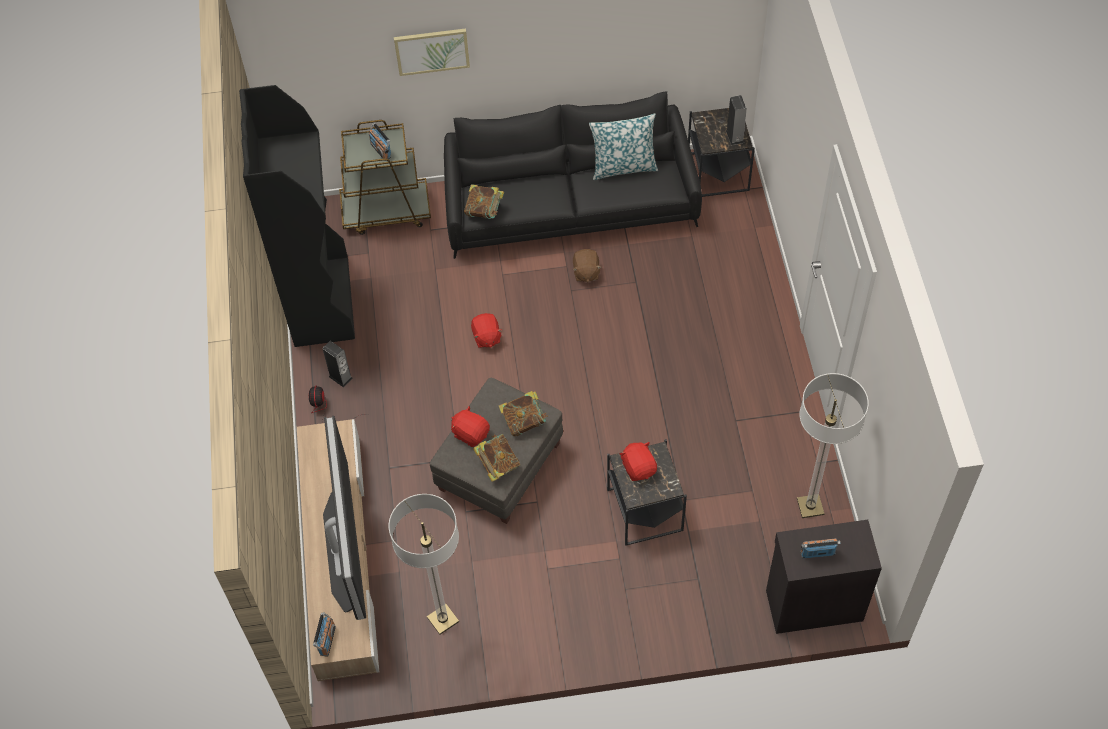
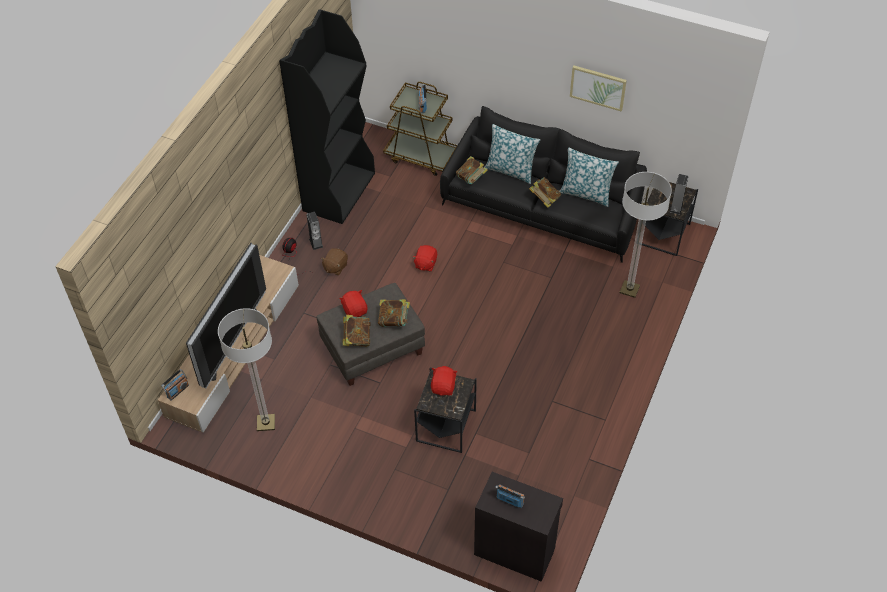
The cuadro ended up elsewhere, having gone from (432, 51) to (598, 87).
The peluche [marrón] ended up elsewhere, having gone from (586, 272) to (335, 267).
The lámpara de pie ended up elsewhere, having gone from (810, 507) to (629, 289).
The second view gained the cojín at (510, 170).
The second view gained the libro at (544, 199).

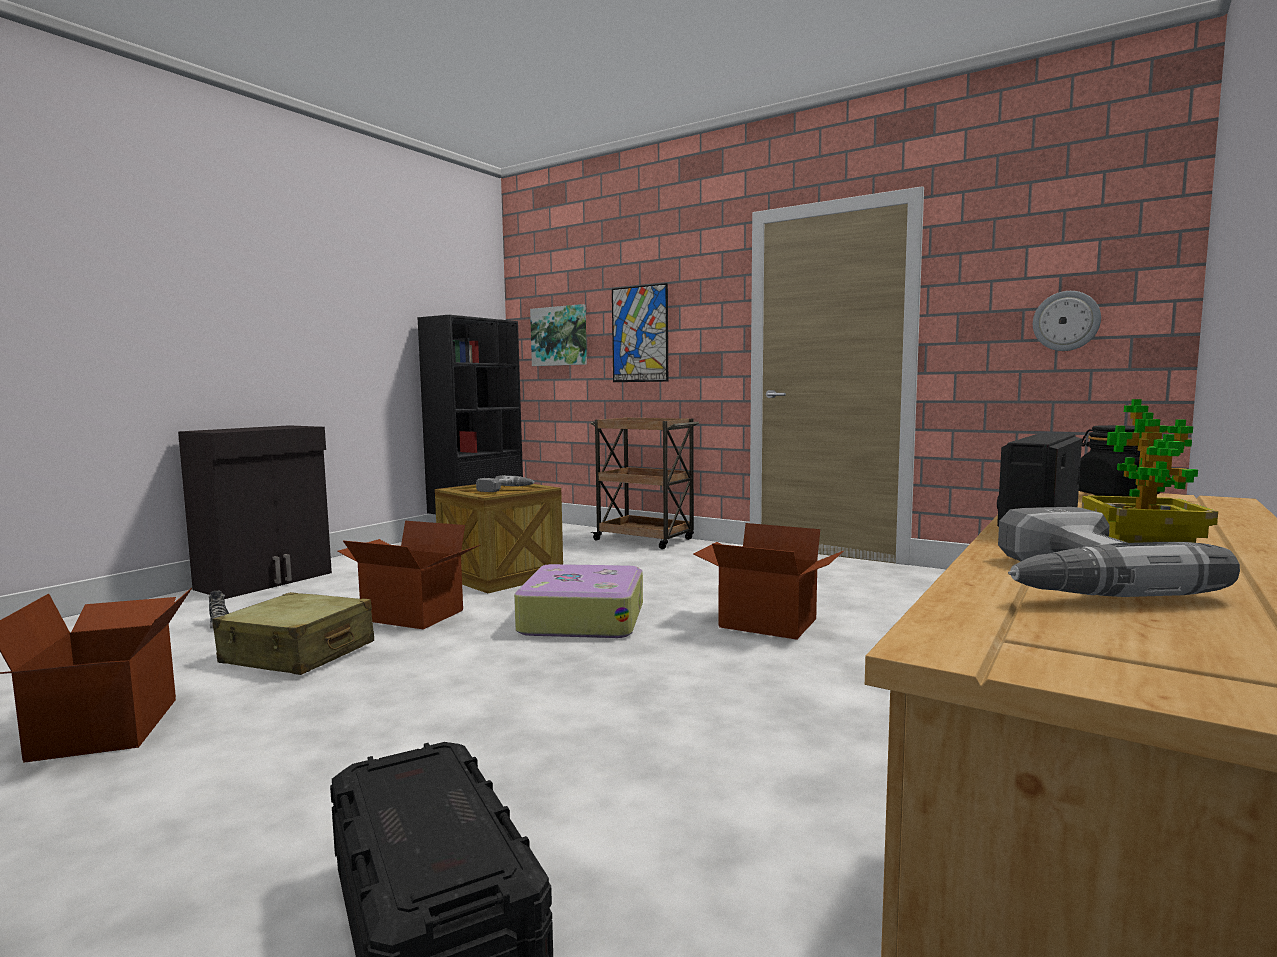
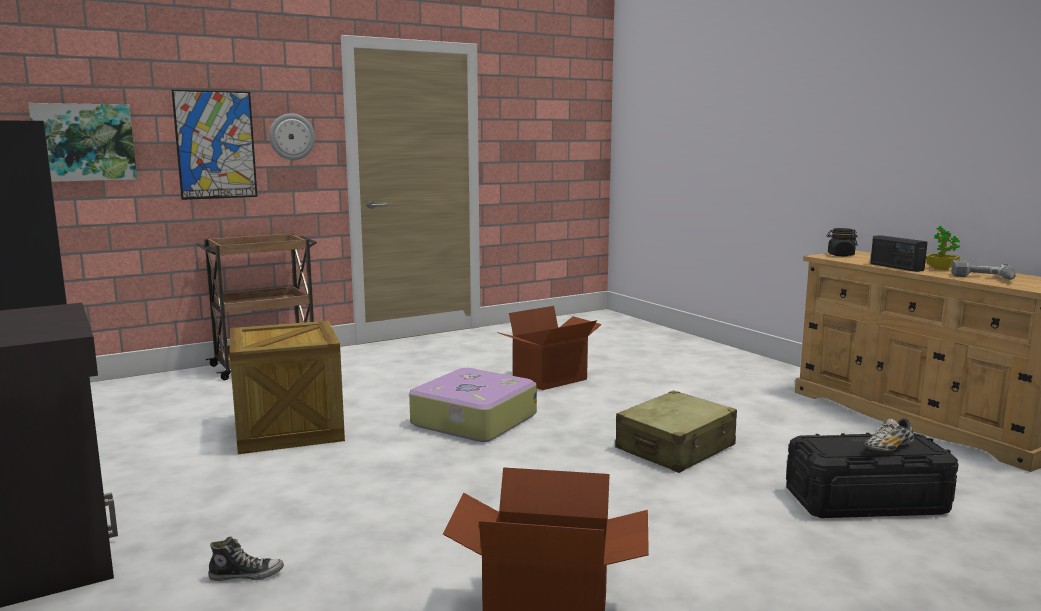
The reloj de pared ended up elsewhere, having gone from (1066, 321) to (291, 136).
The second view lost the taladro at (505, 489).
The second view lost the caja de cartón at (411, 616).
The maleta [beis] ended up elsewhere, having gone from (298, 654) to (675, 448).
The second view gained the zapato at (888, 448).

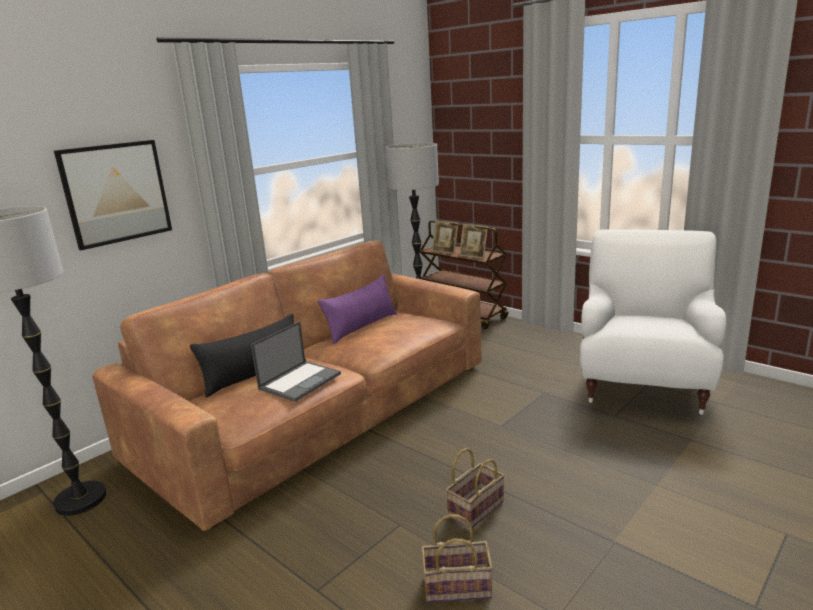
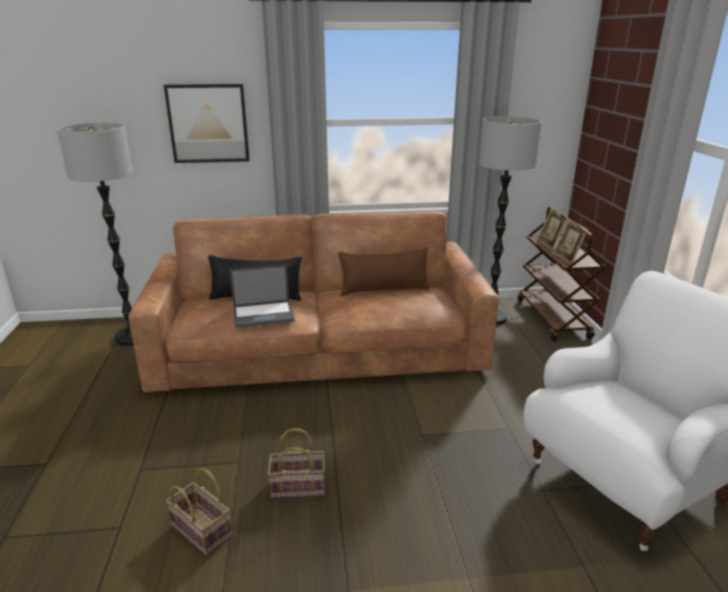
What was the cojín [morado] at (361, 327) turned into the cojín [marrón] at (384, 290).

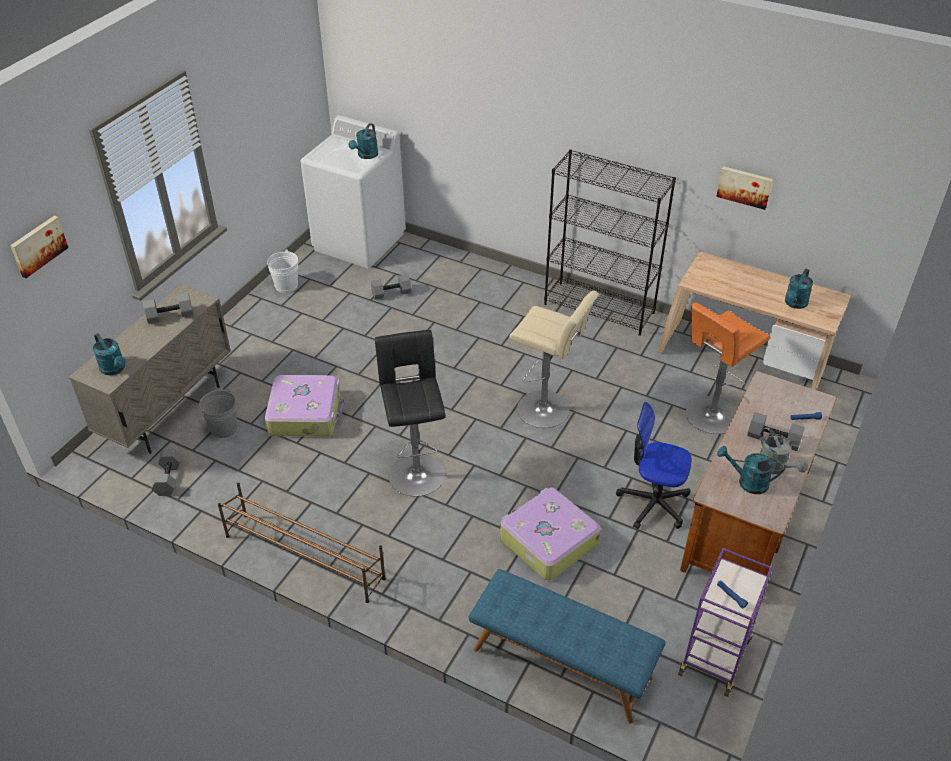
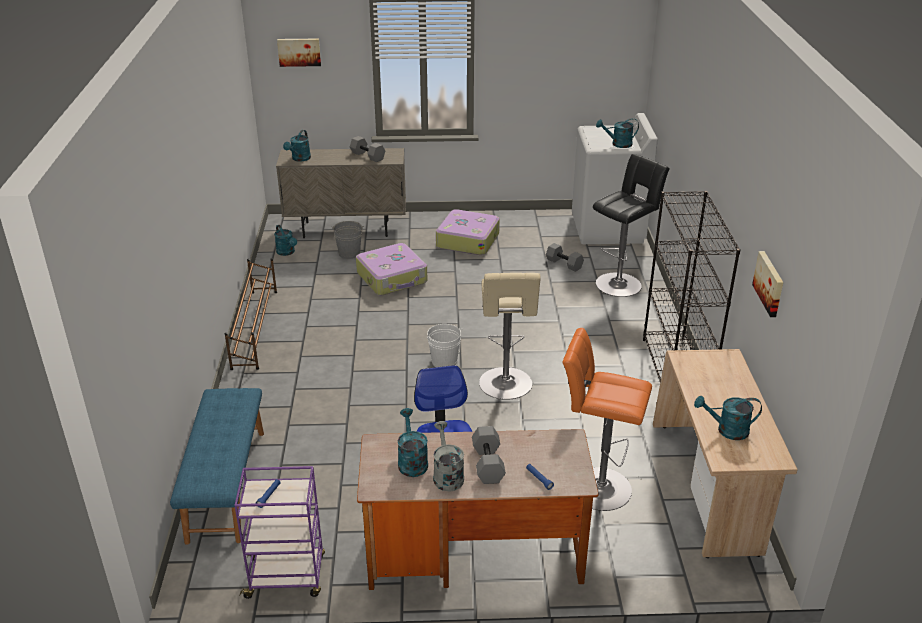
The cubo [blanco] ended up elsewhere, having gone from (286, 286) to (444, 361).
The taburete [negro] ended up elsewhere, having gone from (415, 471) to (620, 283).
The regadera [gris] at (775, 468) ended up facing another way, 135 degrees clockwise from before.
Where the mancuerna [gris] stood at (168, 478), the regadera [turquesa] came to stand at (287, 252).
The maleta ended up elsewhere, having gone from (547, 541) to (467, 240).

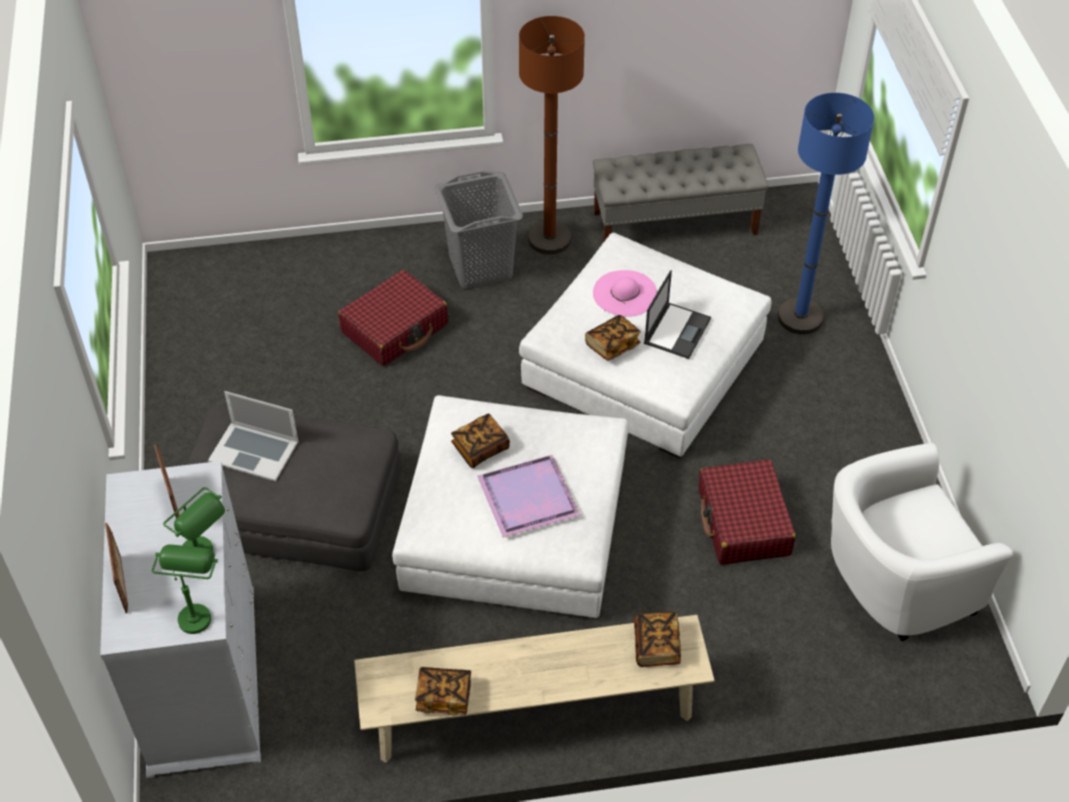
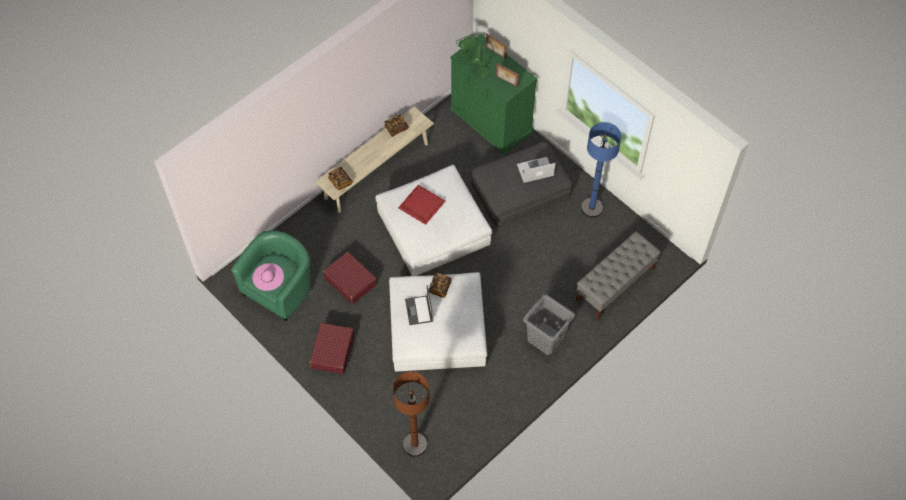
The lámpara de pie [marrón] ended up elsewhere, having gone from (549, 239) to (415, 445).
The lámpara de pie [azul] ended up elsewhere, having gone from (800, 317) to (591, 208).
The banco [gris] ended up elsewhere, having gone from (675, 223) to (615, 285).
The maleta [rojo] ended up elsewhere, having gone from (395, 328) to (332, 352).
The sombrero [rosa] ended up elsewhere, having gone from (625, 293) to (268, 277).
The second view lost the libro at (480, 448).
What was the sillón [blanco] at (892, 584) turned into the sillón [verde] at (280, 289).
What was the bandeja [morado] at (527, 499) turned into the bandeja [rojo] at (421, 204).
What was the cómoda [blanco] at (202, 678) turned into the cómoda [verde] at (491, 121).

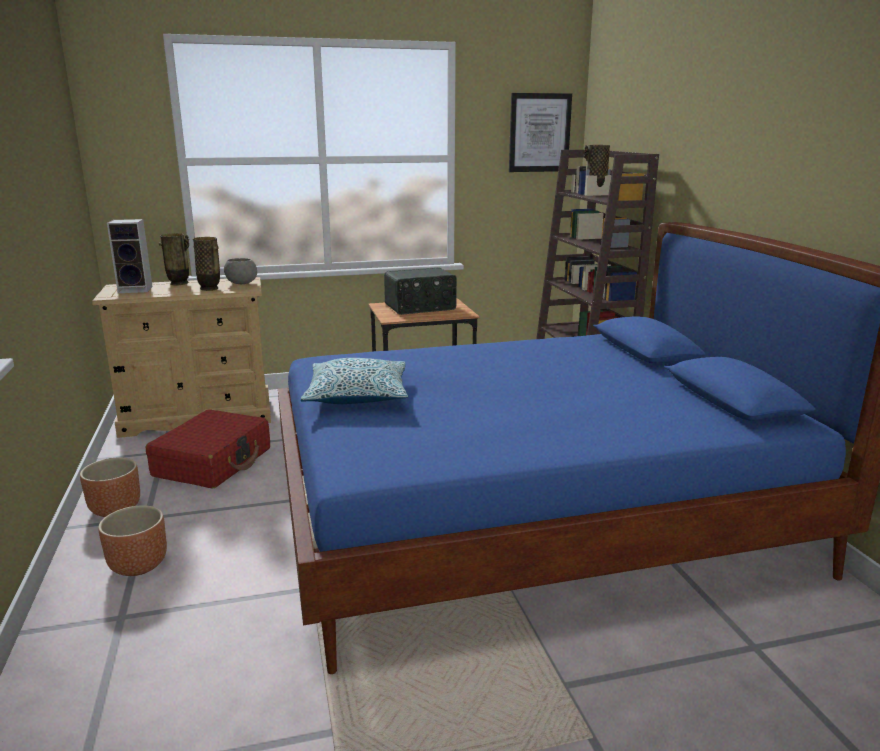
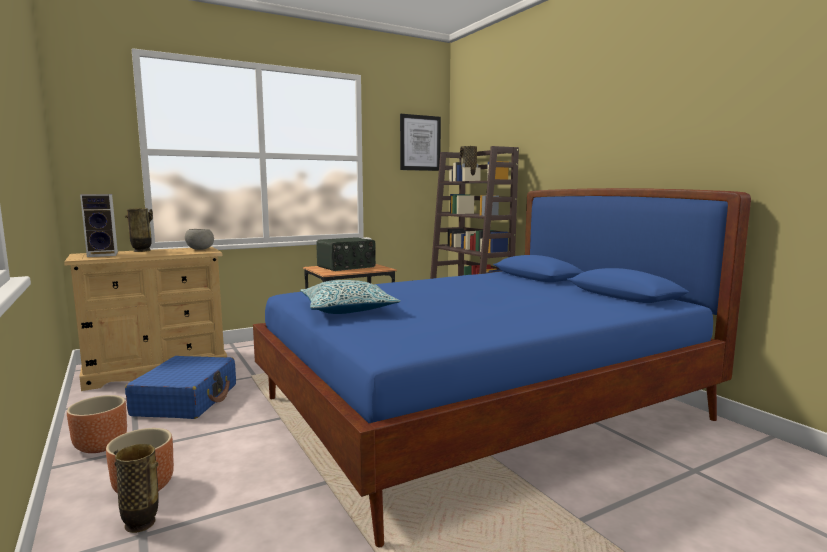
The florero ended up elsewhere, having gone from (209, 289) to (140, 524).
What was the maleta [rojo] at (213, 462) turned into the maleta [azul] at (186, 400).

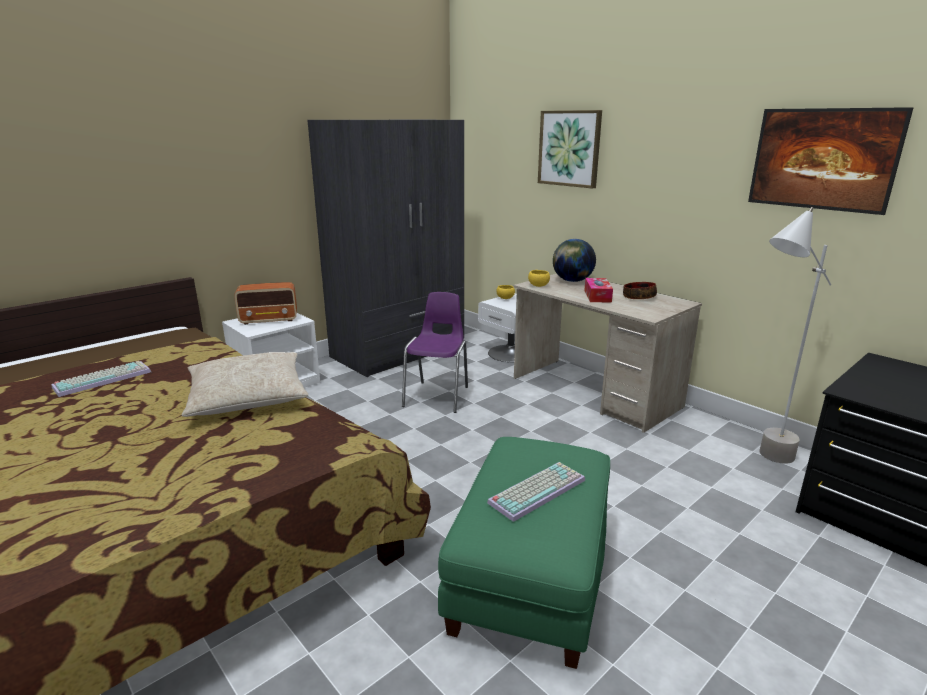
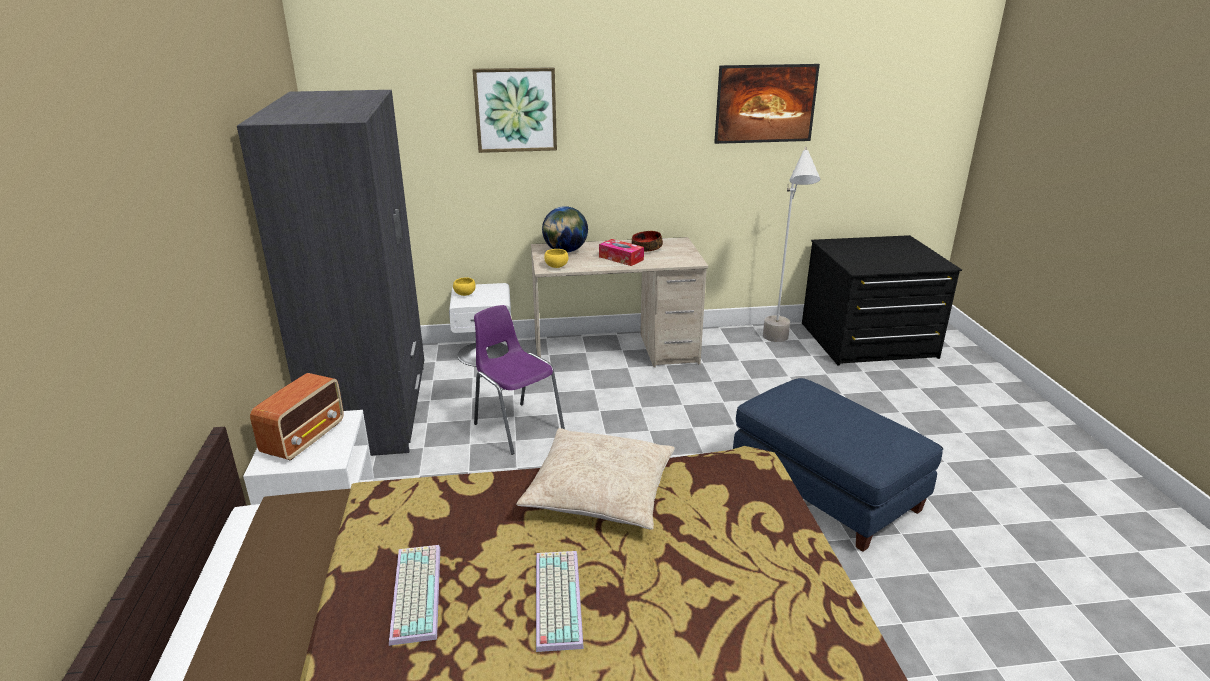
What was the puf [verde] at (531, 574) turned into the puf [azul] at (825, 489).
The teclado ended up elsewhere, having gone from (537, 490) to (555, 598).

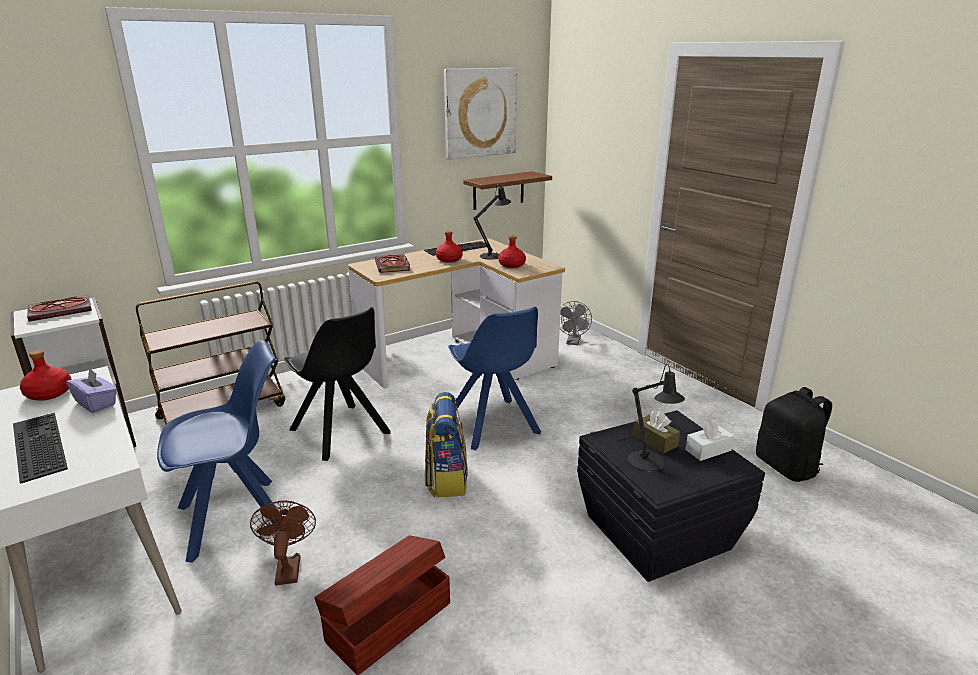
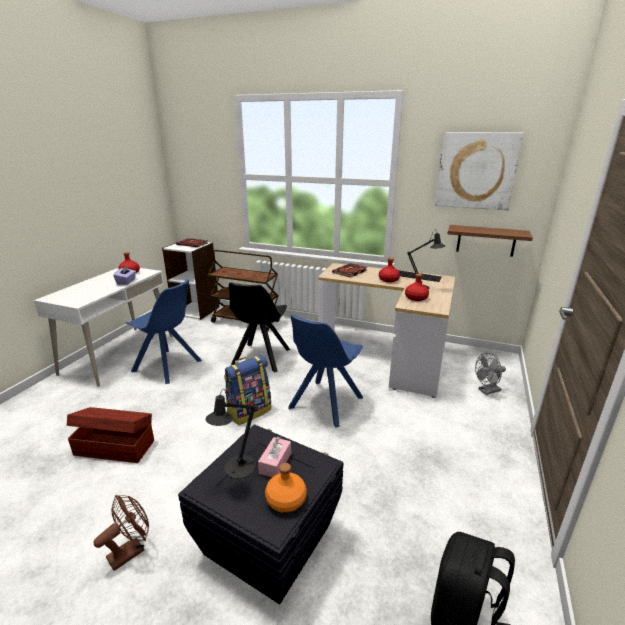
What was the caja de pañuelos [marrón] at (655, 441) turned into the caja de pañuelos [rosa] at (275, 463).
The second view lost the teclado at (36, 446).
Where the caja de pañuelos [blanco] stood at (708, 450), the botella [naranja] came to stand at (285, 499).
The ventilador [marrón] ended up elsewhere, having gone from (288, 566) to (131, 550).

